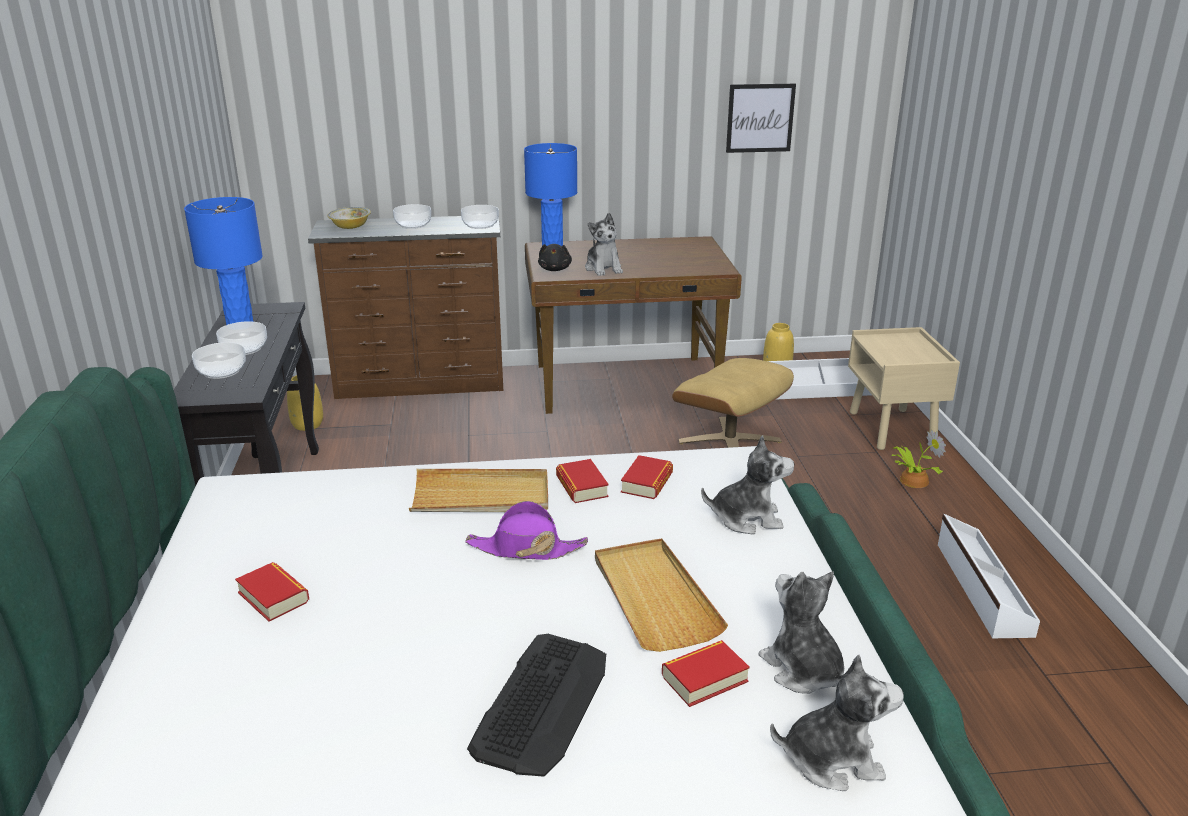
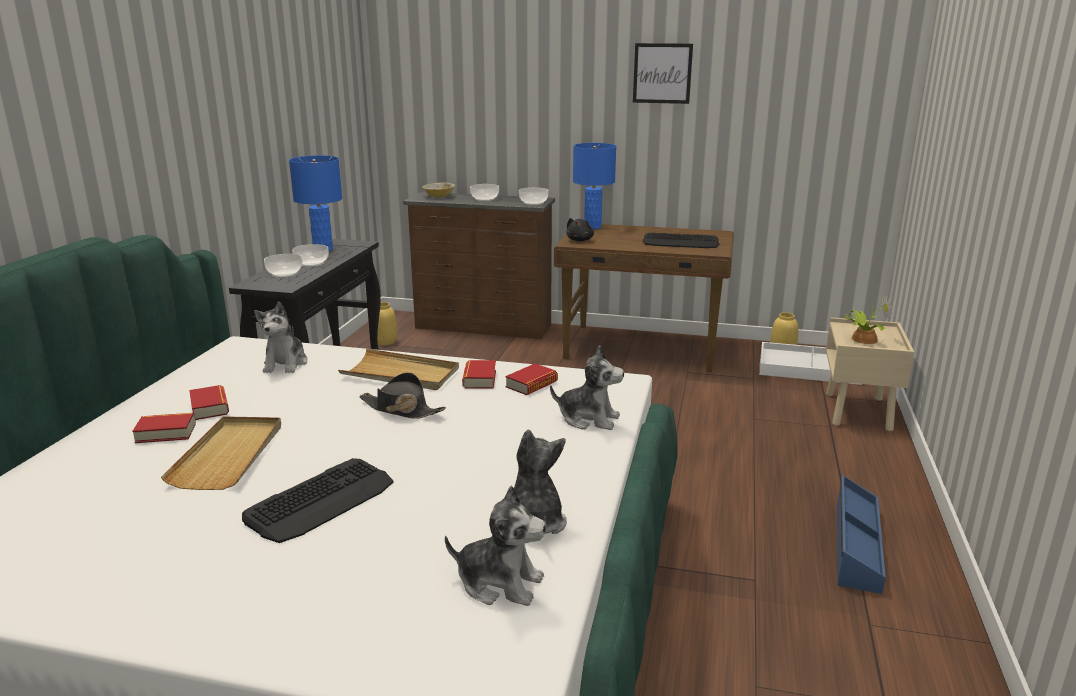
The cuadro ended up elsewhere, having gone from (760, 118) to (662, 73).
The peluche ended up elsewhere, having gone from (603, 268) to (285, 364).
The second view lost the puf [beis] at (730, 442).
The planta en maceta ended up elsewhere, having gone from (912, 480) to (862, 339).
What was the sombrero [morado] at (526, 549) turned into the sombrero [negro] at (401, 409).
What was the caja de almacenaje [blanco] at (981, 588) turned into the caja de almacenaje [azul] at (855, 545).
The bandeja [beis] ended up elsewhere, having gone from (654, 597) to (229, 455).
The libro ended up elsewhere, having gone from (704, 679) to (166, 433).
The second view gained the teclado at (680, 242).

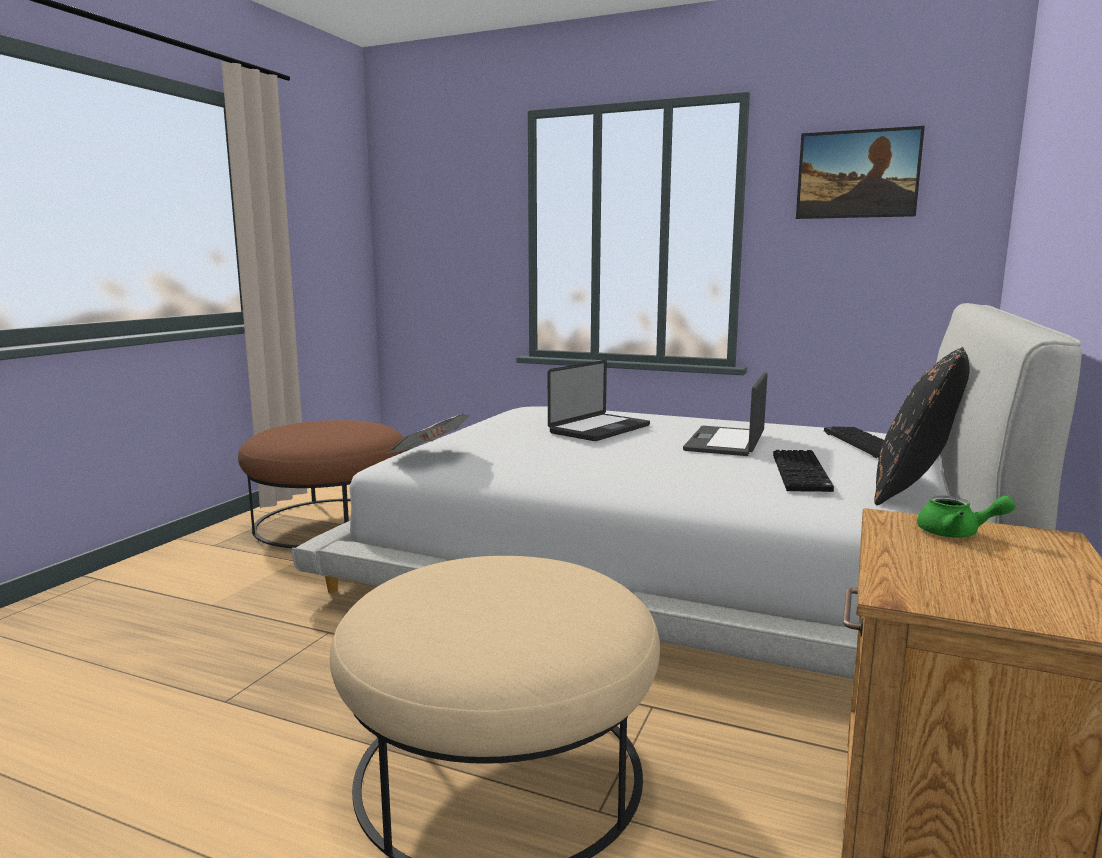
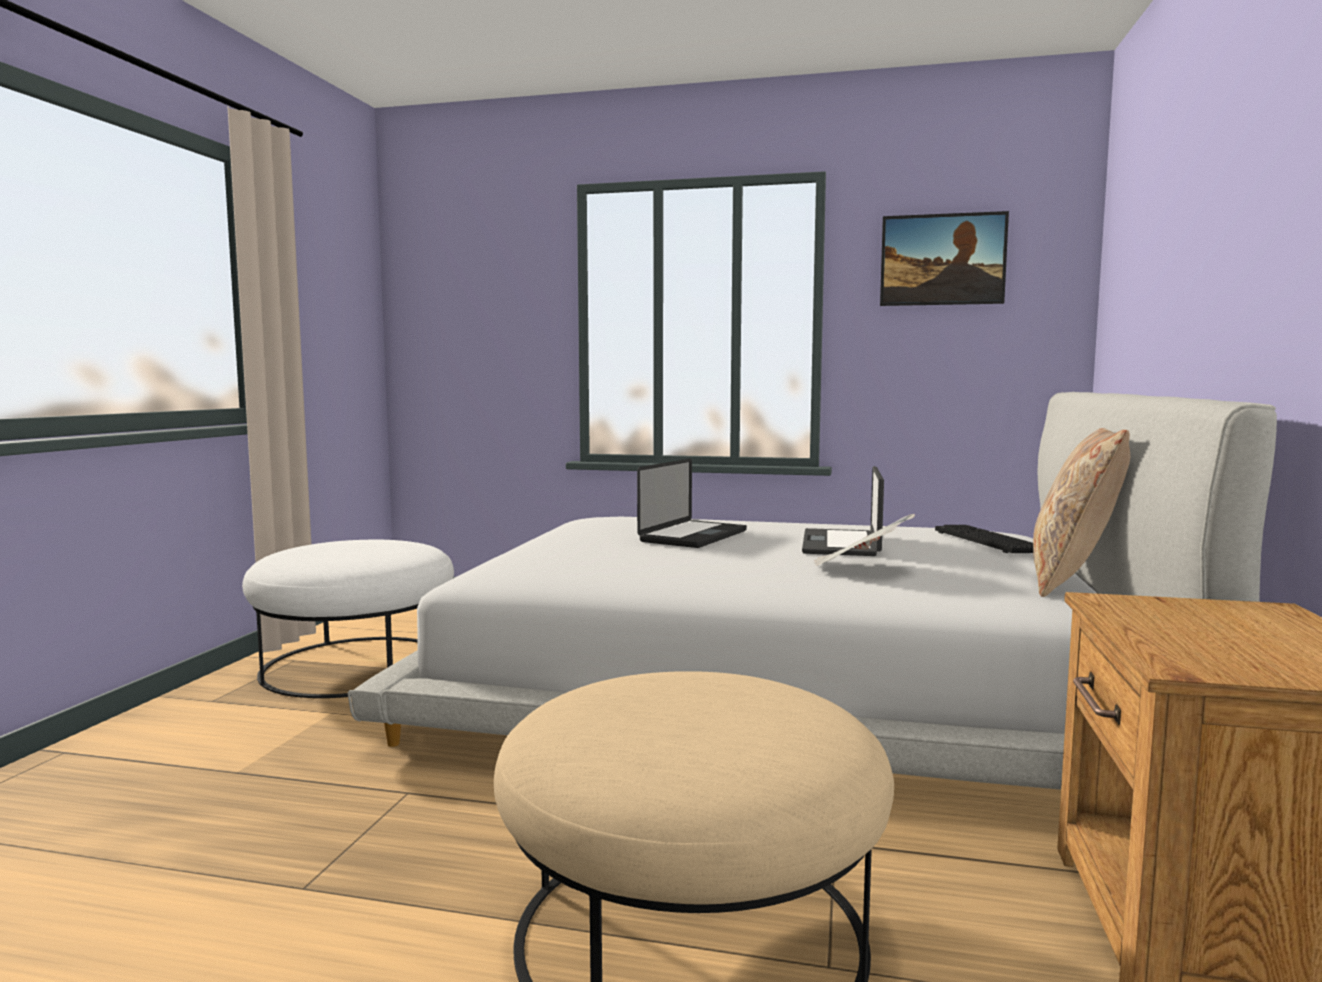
What was the cojín [negro] at (920, 489) turned into the cojín [beis] at (1073, 580).
The periódico ended up elsewhere, having gone from (428, 456) to (858, 568).
What was the puf [marrón] at (329, 521) turned into the puf [blanco] at (356, 665).
The second view lost the teclado at (803, 473).
The second view lost the tetera [verde] at (957, 533).

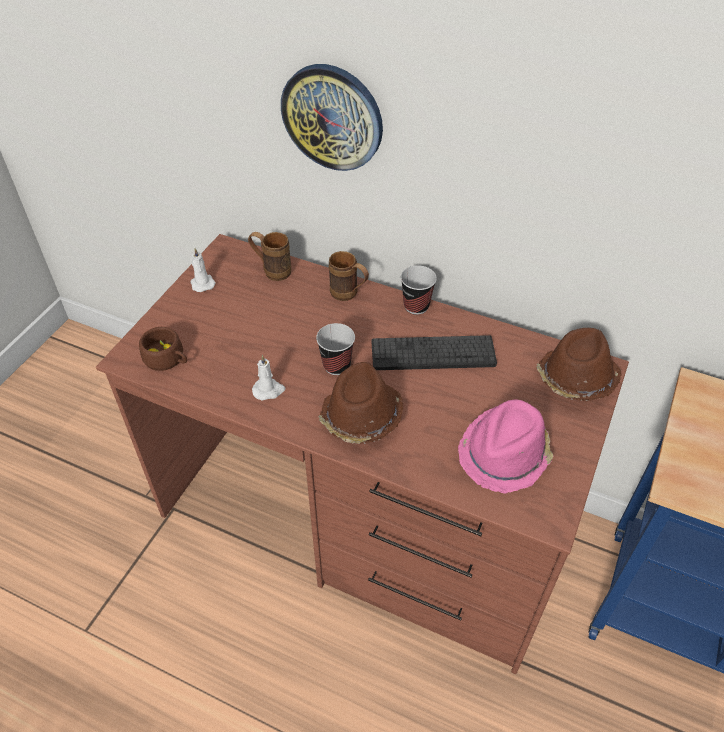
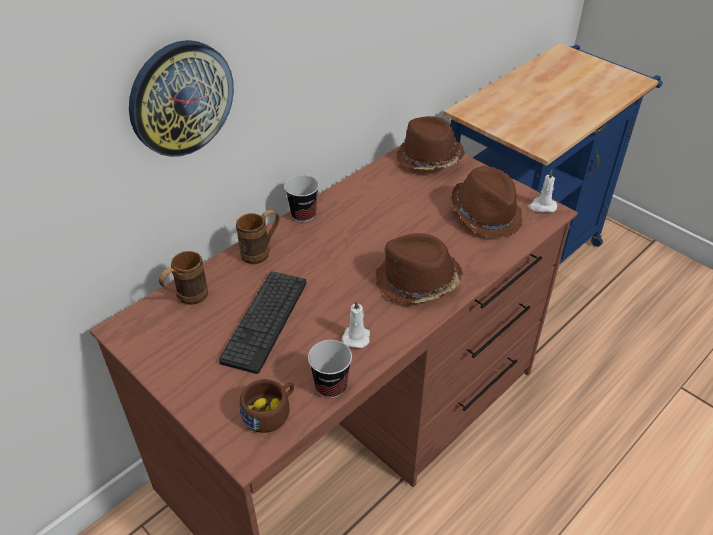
The vela [blanco] ended up elsewhere, having gone from (202, 283) to (542, 206).
The taza ended up elsewhere, having gone from (336, 365) to (331, 386).
The teclado ended up elsewhere, having gone from (433, 354) to (265, 321).
What was the sombrero [rosa] at (505, 454) turned into the sombrero [marrón] at (486, 214).

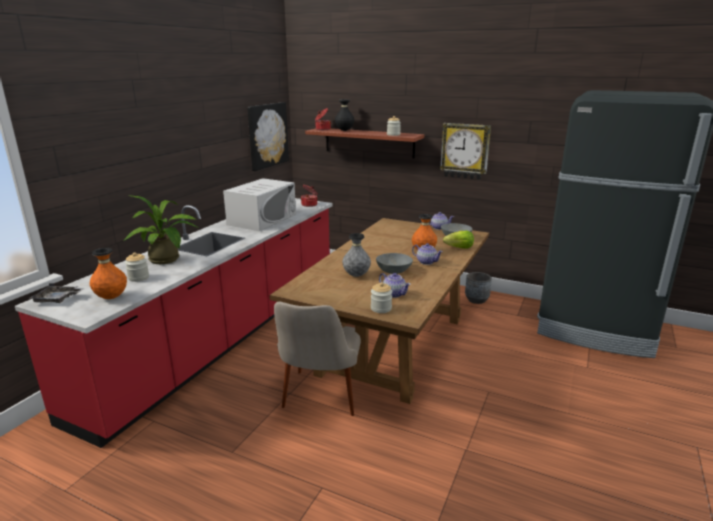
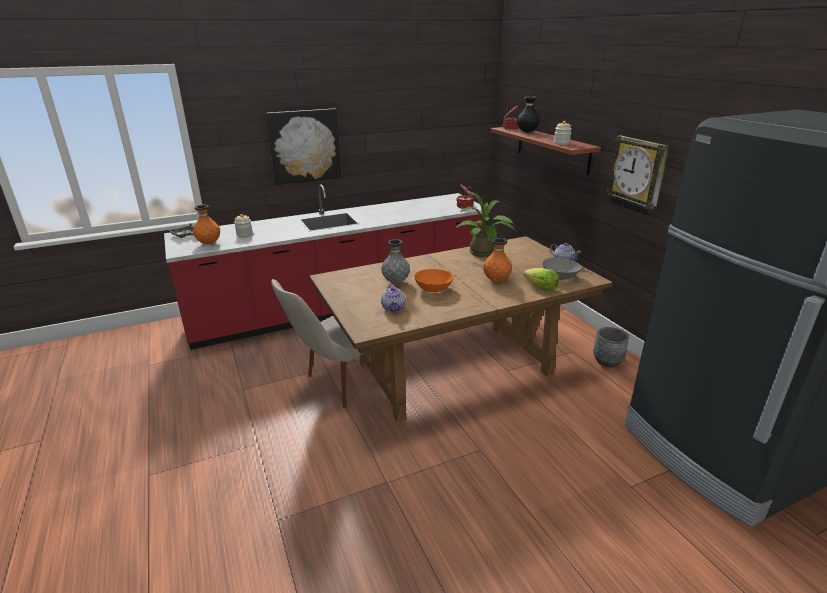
The cuadro ended up elsewhere, having gone from (267, 135) to (305, 146).
The second view lost the microondas [blanco] at (262, 219).
The planta en maceta ended up elsewhere, having gone from (167, 260) to (484, 254).
The second view lost the tetera at (426, 262).
What was the cuenco [gris] at (394, 271) turned into the cuenco [naranja] at (433, 289).
The second view lost the tarro at (381, 308).

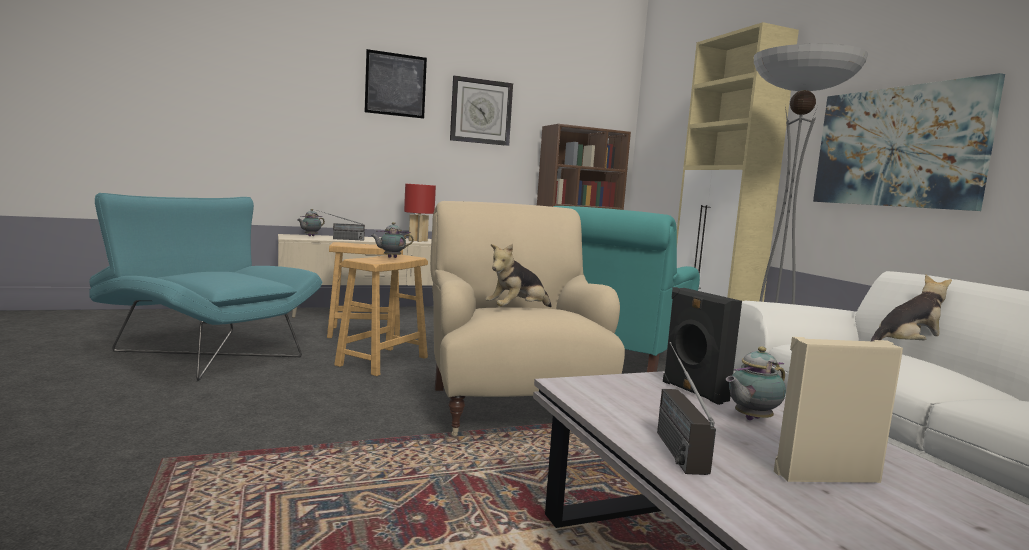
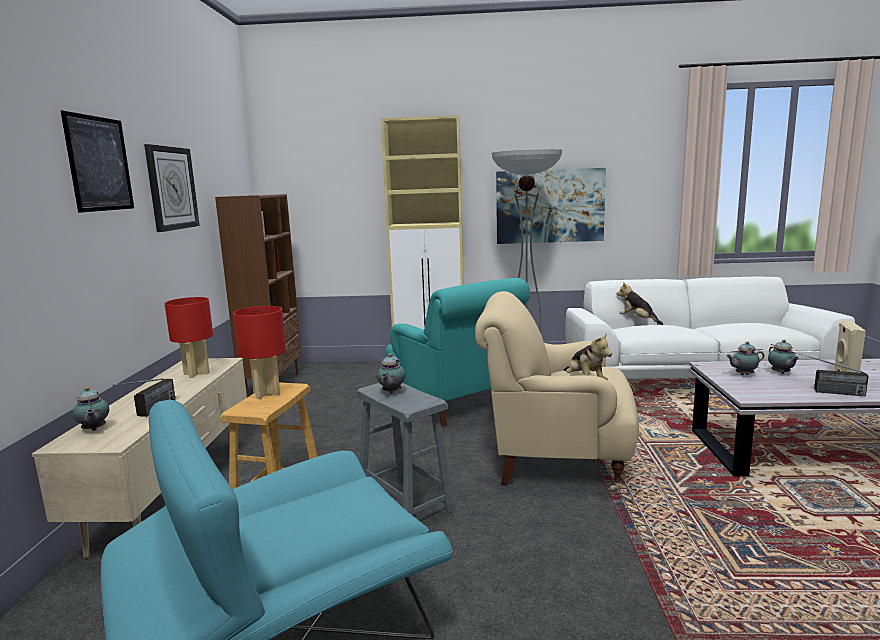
What was the taburete [marrón] at (382, 361) turned into the taburete [gris] at (404, 503).
The peluche at (907, 347) ended up facing another way, 45 degrees counterclockwise from before.
Where the altavoz [negro] stood at (693, 391), the tetera came to stand at (743, 375).
The second view gained the lámpara de mesa [rojo] at (267, 393).

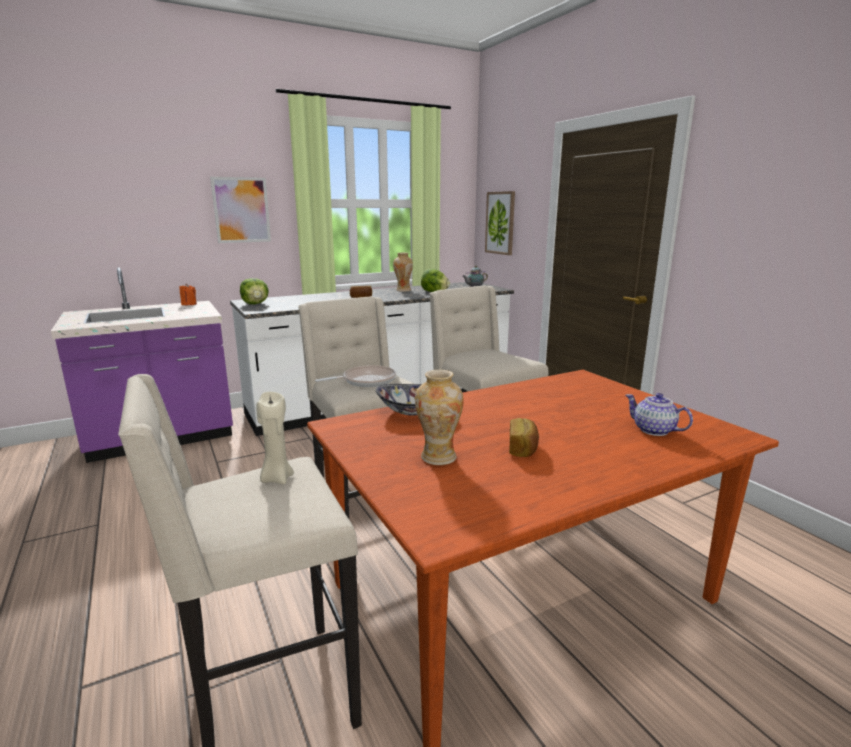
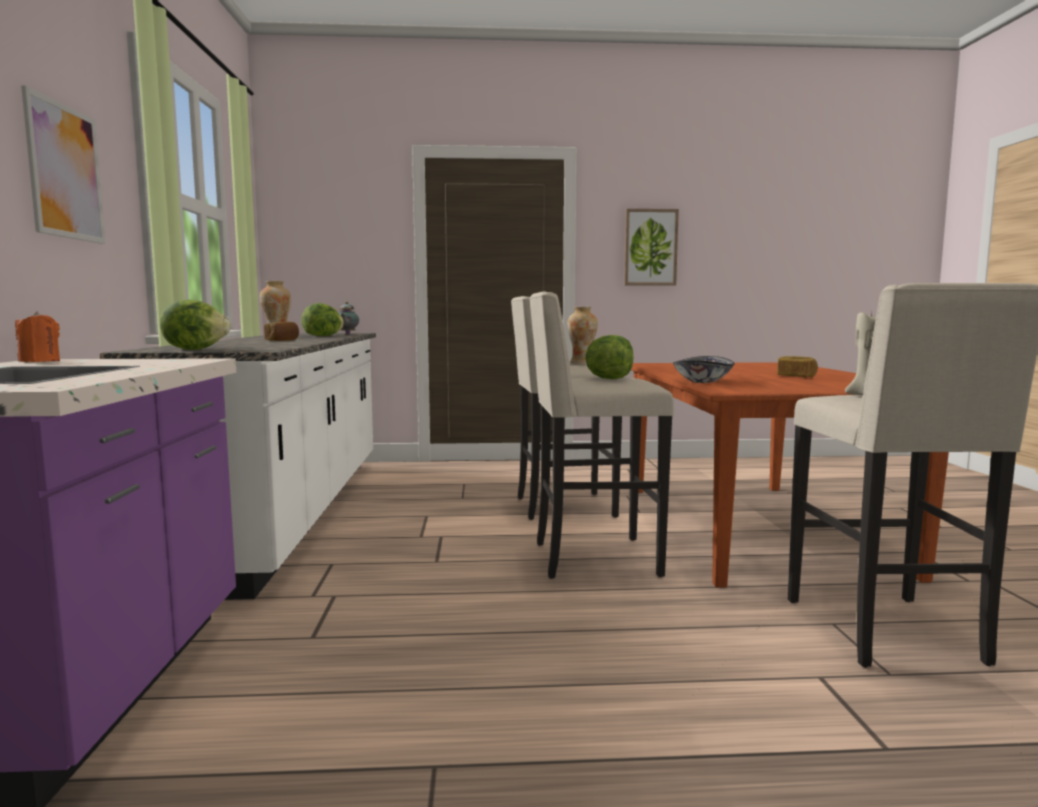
The cuadro ended up elsewhere, having gone from (500, 223) to (650, 247).
Where the sartén stood at (366, 381), the lechuga came to stand at (608, 379).
The florero ended up elsewhere, having gone from (438, 457) to (581, 364).
The second view lost the tetera at (654, 430).

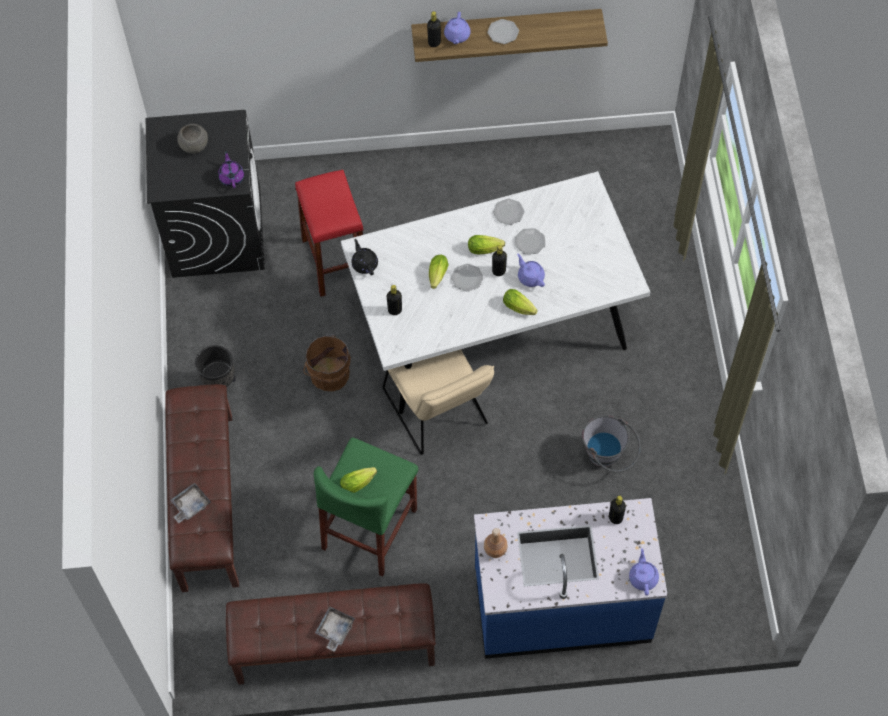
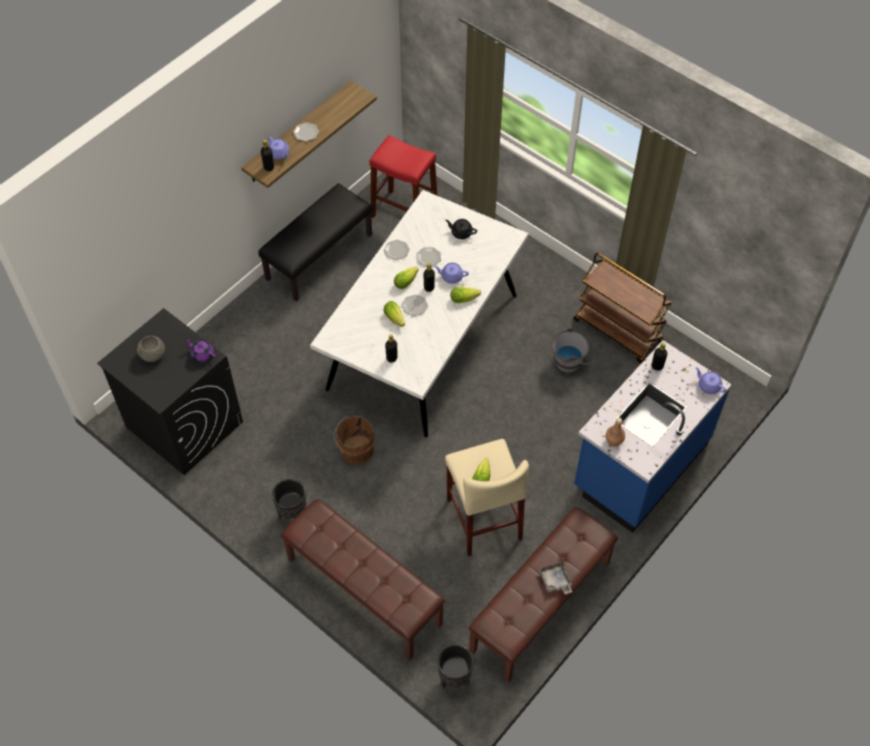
The taburete [rojo] ended up elsewhere, having gone from (335, 260) to (404, 213).
The tetera [negro] ended up elsewhere, having gone from (364, 264) to (461, 233).
The second view lost the silla [beis] at (438, 412).
What was the taburete [verde] at (370, 529) turned into the taburete [beis] at (484, 519).
The second view lost the bandeja [gris] at (190, 505).
The second view gained the banco [negro] at (319, 256).
The second view gained the carrito [marrón] at (618, 331).
The second view gained the maceta [negro] at (454, 679).

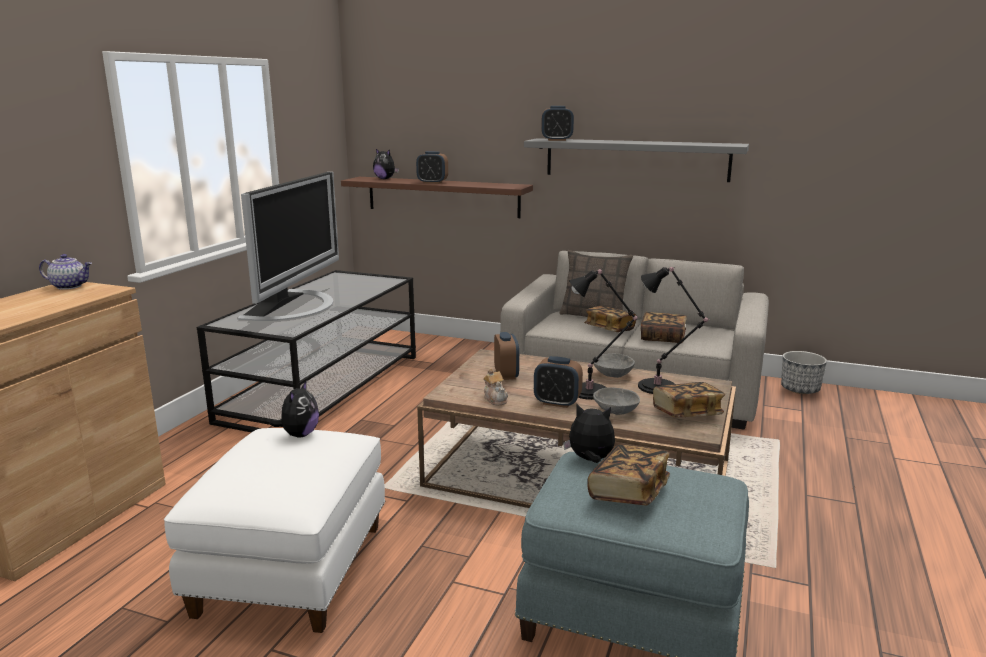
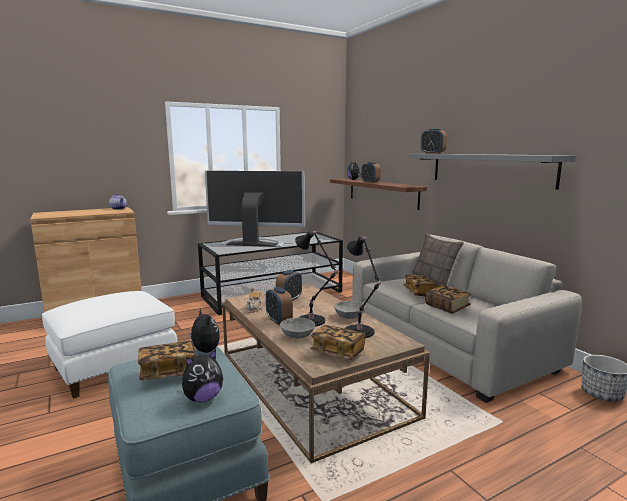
The televisor at (293, 305) ended up facing another way, 135 degrees counterclockwise from before.
The peluche ended up elsewhere, having gone from (299, 434) to (203, 398).

